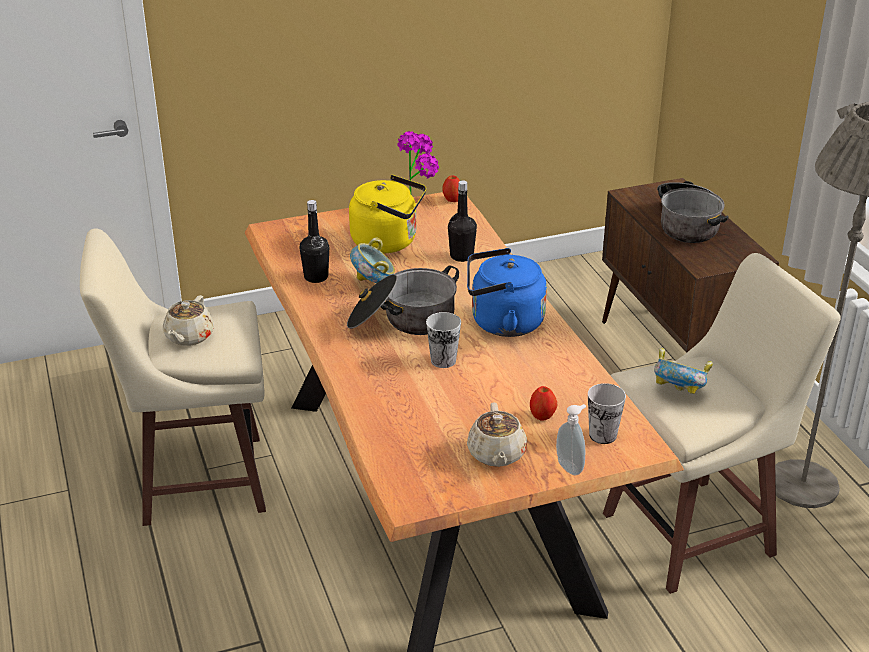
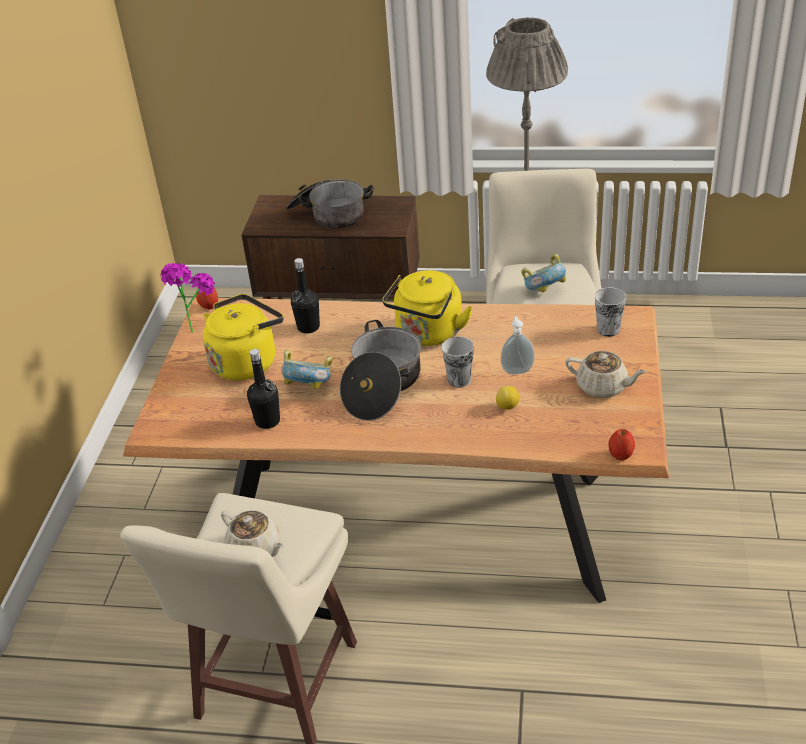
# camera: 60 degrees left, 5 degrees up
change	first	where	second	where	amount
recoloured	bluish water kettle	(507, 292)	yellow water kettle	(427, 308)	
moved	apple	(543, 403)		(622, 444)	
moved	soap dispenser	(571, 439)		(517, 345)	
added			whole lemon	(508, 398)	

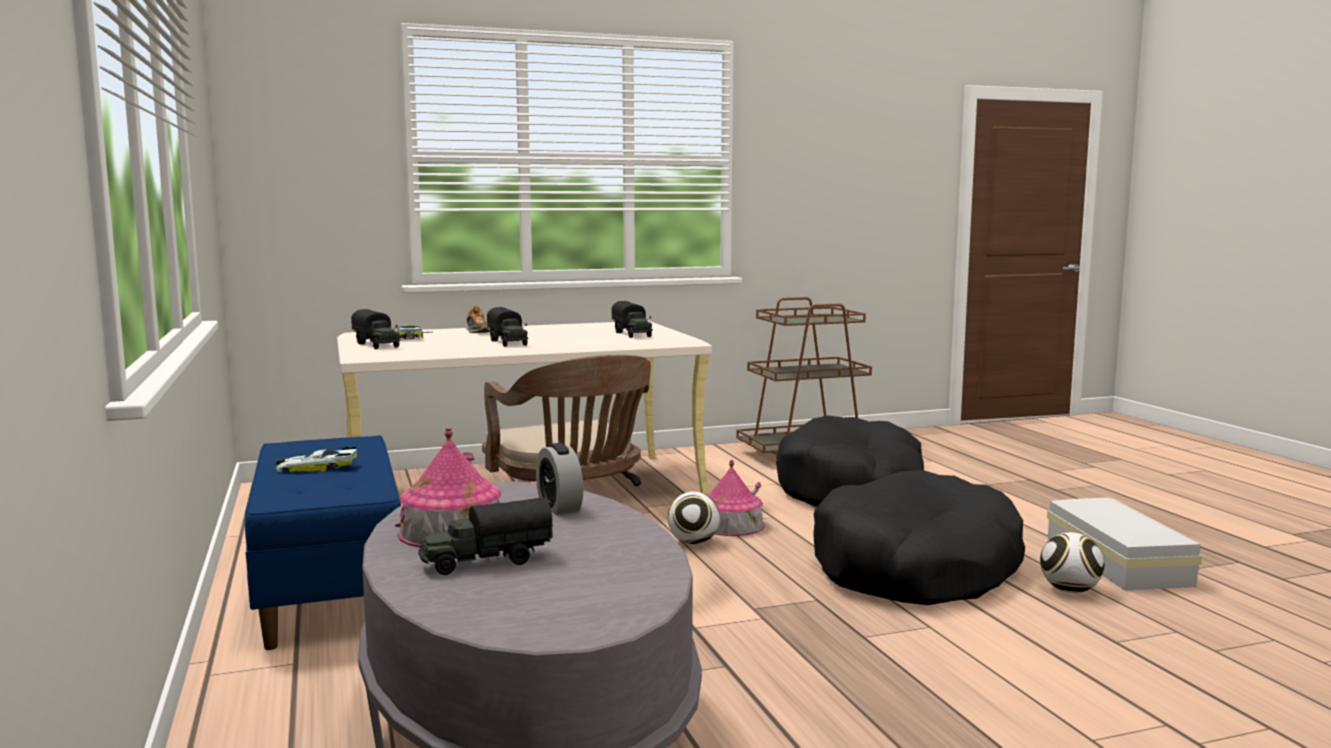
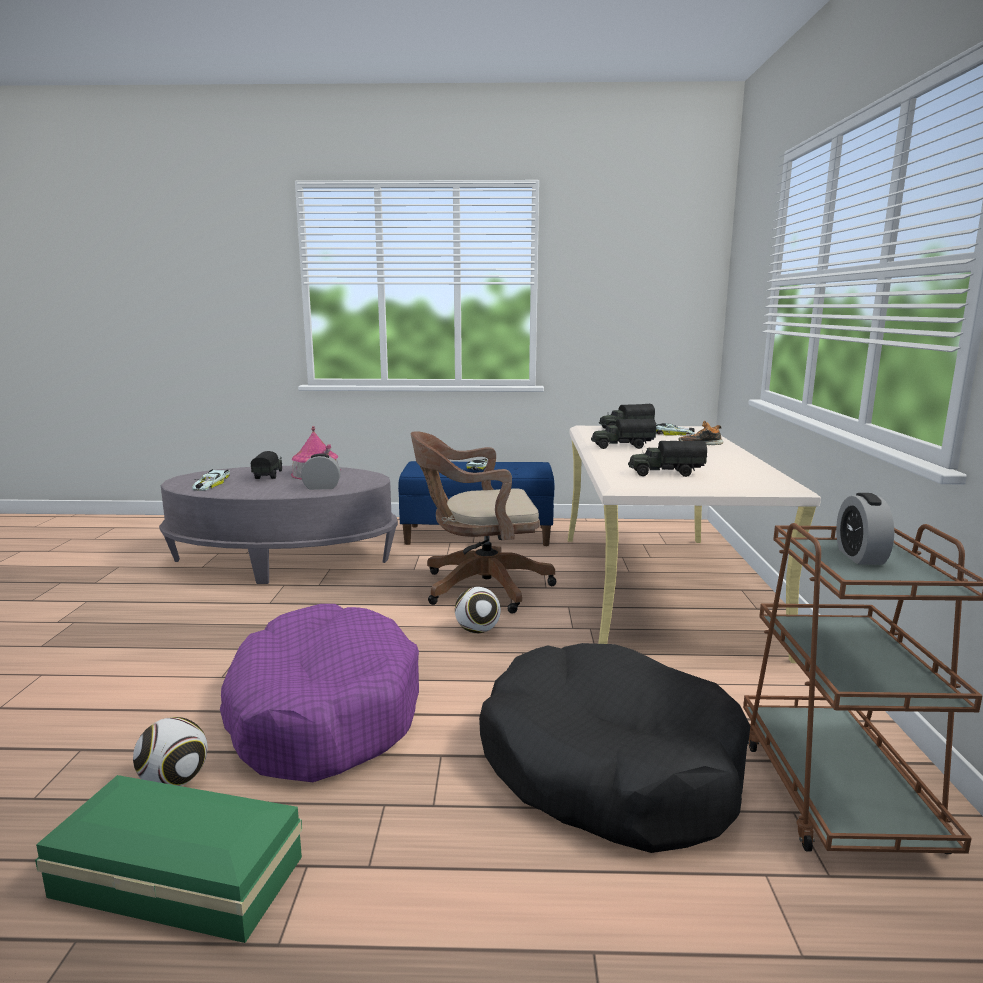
# camera: 110 degrees right, 5 degrees up
change	first	where	second	where	amount
removed	model house	(736, 498)			
recoloured	black-coloured dog bed	(919, 537)	purple dog bed	(319, 693)	
recoloured	whitish storage container	(1124, 544)	greenish storage container	(169, 859)	
added			toy car	(211, 480)	
added			table clock	(865, 529)	

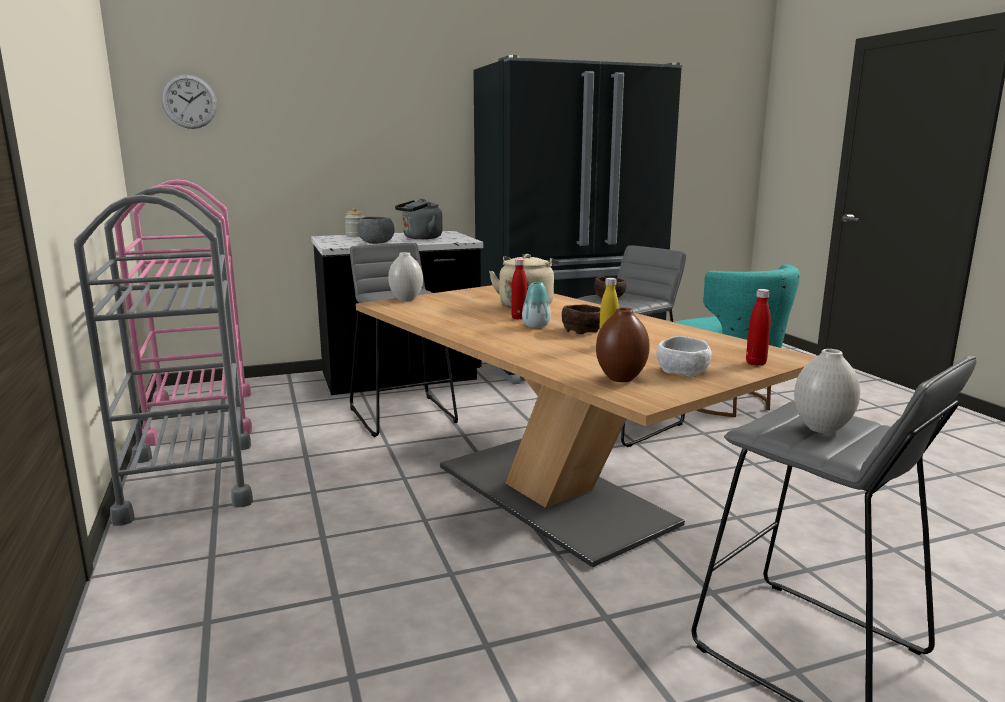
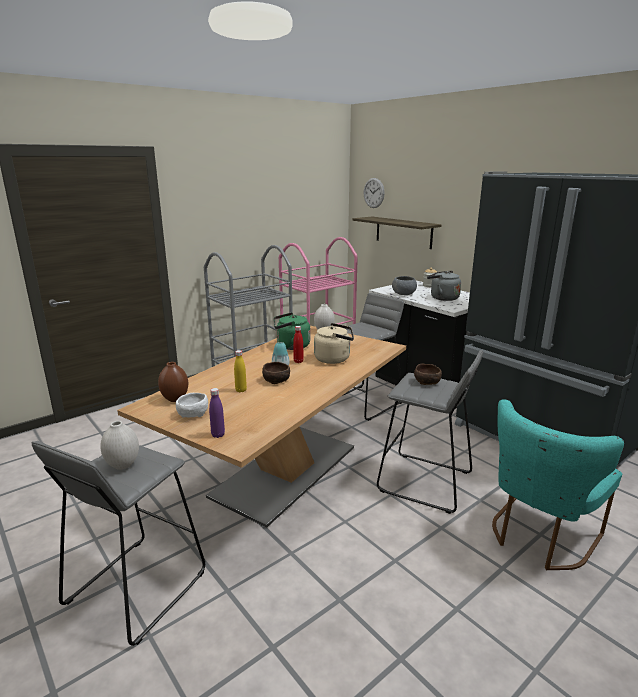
# camera: 70 degrees right, 5 degrees up
change	first	where	second	where	amount
recoloured	reddish beverage bottle	(758, 327)	purple beverage bottle	(217, 413)	
added			greenish water kettle	(292, 331)	
added			bracket shelf	(397, 233)	

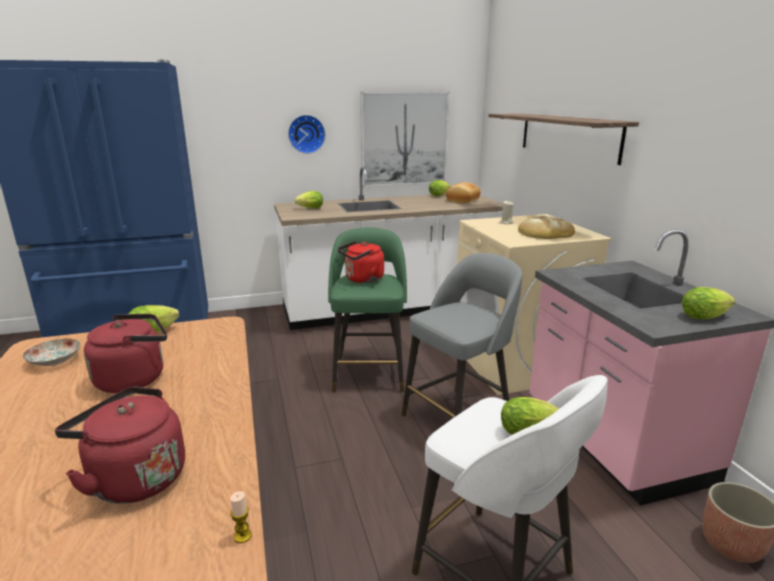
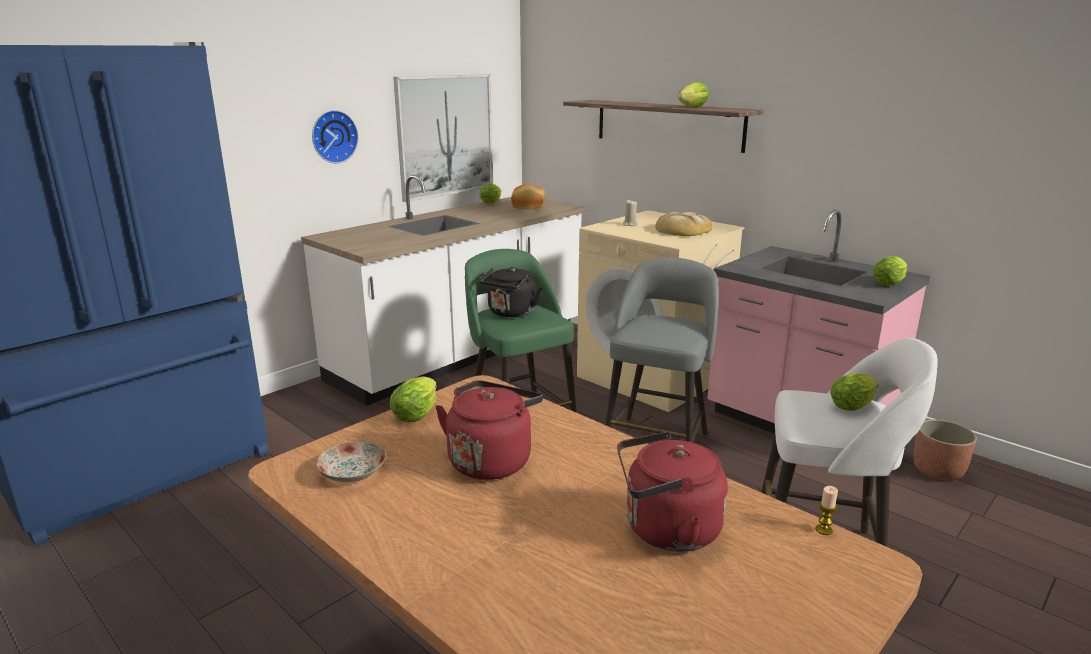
# camera: 30 degrees left, 0 degrees up
change	first	where	second	where	amount
moved	lettuce head	(308, 200)		(693, 94)	
recoloured	reddish water kettle	(361, 262)	black-coloured water kettle	(511, 292)	

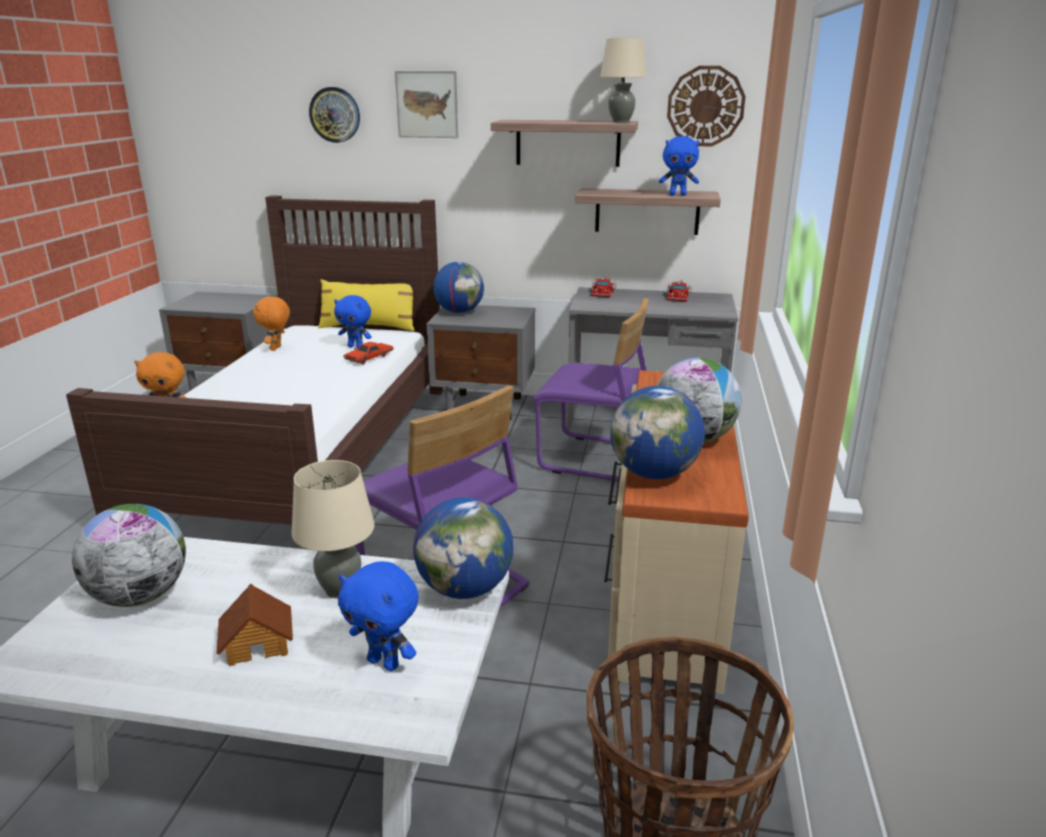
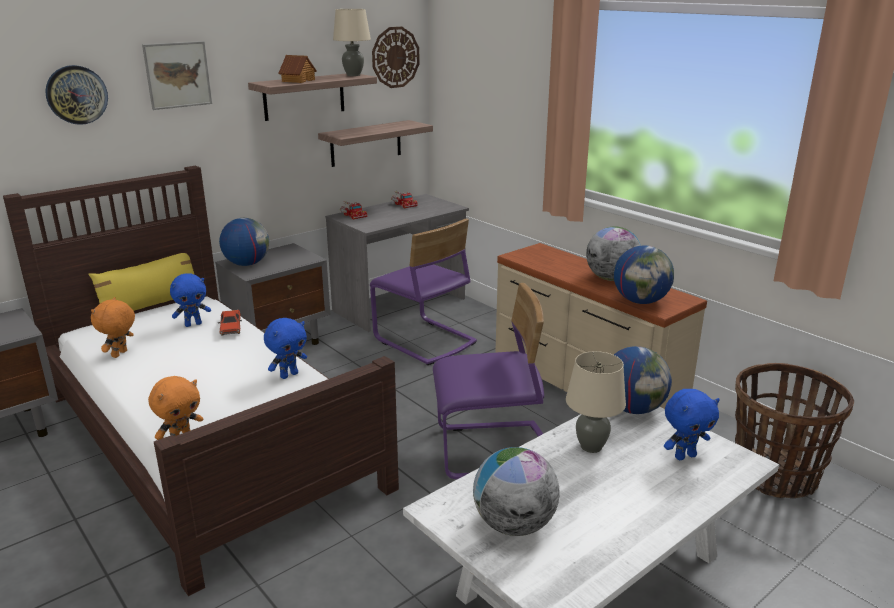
# camera: 50 degrees left, 0 degrees up
change	first	where	second	where	amount
moved	model house	(254, 625)		(297, 69)	
turned	orange-coloured cuddly toy	(271, 323)		(113, 327)	60 degrees clockwise
turned	purple plain chair	(591, 390)		(423, 291)	75 degrees clockwise
moved	bluish cuddly toy	(679, 166)		(285, 348)	

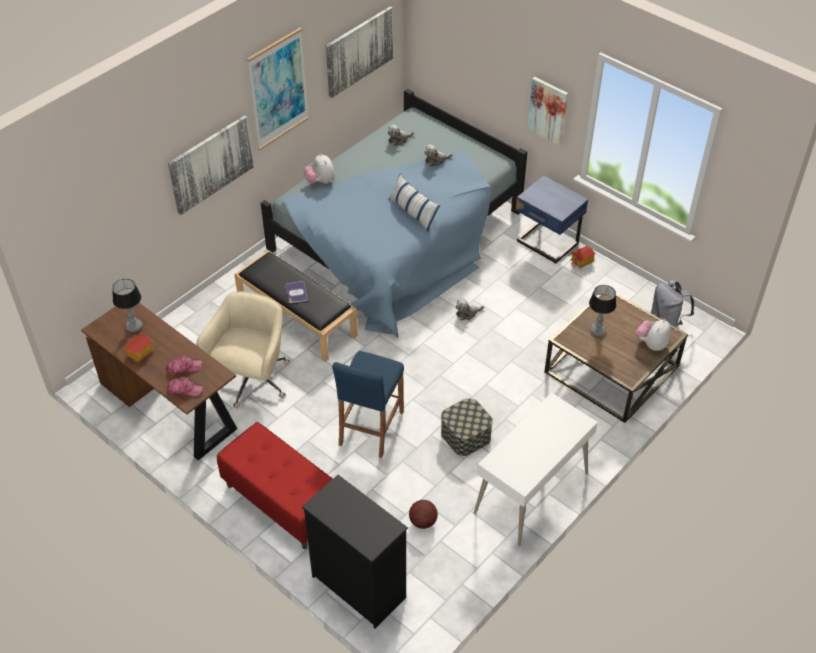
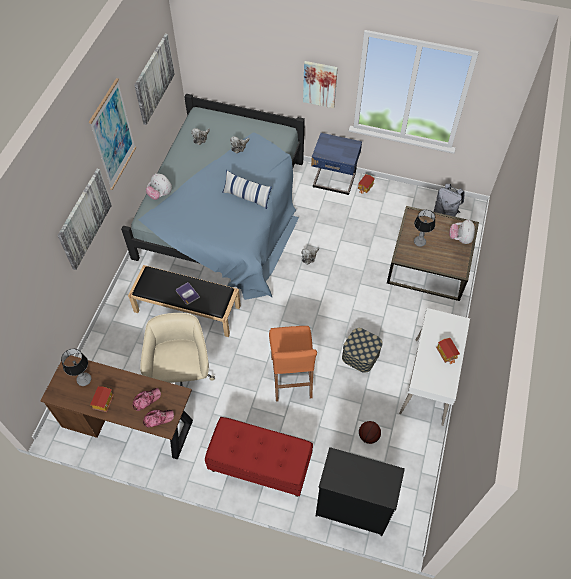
# camera: 25 degrees left, 10 degrees up
change	first	where	second	where	amount
recoloured	bluish stool	(368, 404)	orange-coloured stool	(293, 363)	
added			model house	(448, 351)	

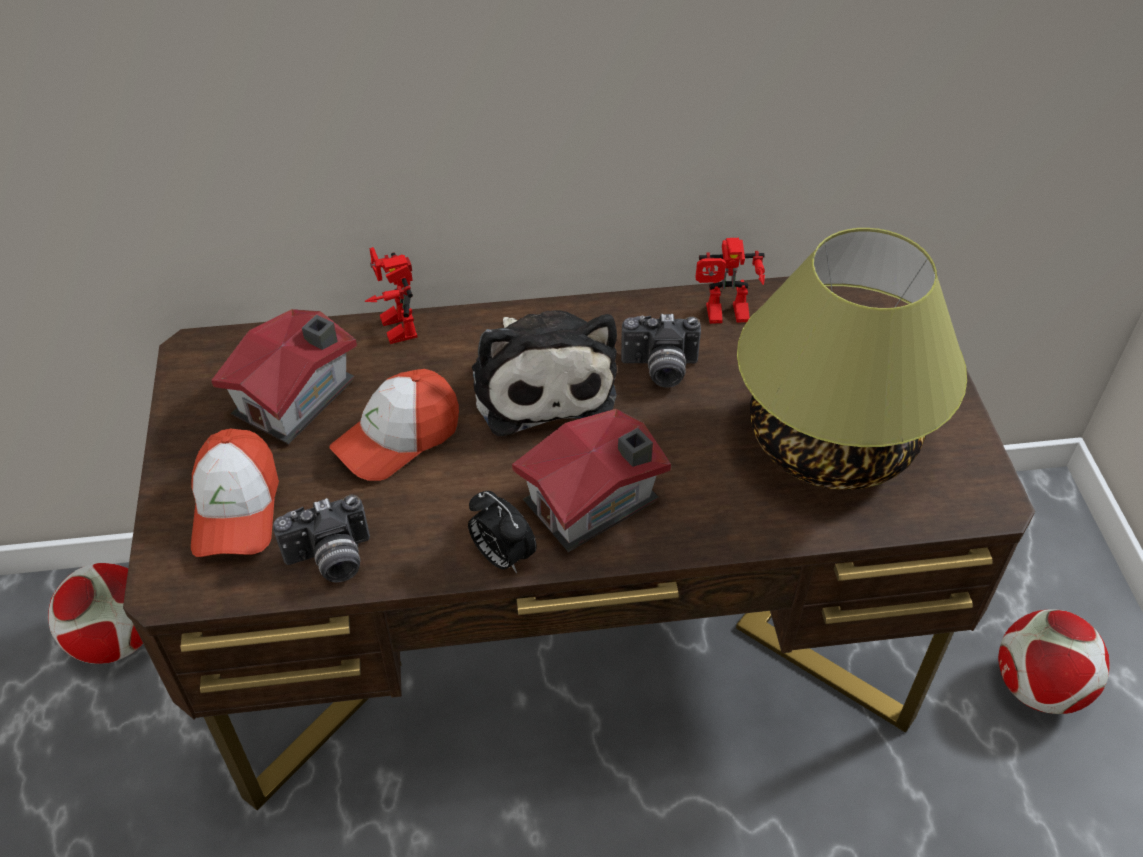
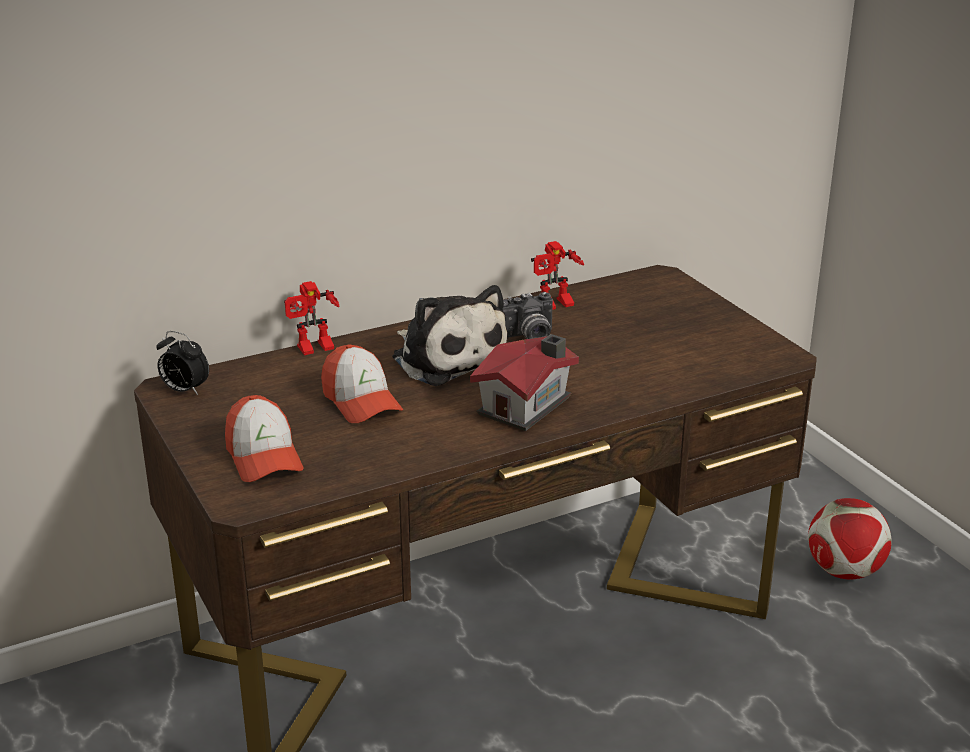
# camera: 20 degrees left, 20 degrees down
change	first	where	second	where	amount
removed	football ball	(95, 613)			
removed	model house	(284, 376)			
removed	still camera	(321, 539)			
turned	peaked cap	(394, 425)		(362, 383)	60 degrees counterclockwise
turned	model robot	(391, 295)		(312, 318)	75 degrees counterclockwise
moved	table clock	(502, 532)		(182, 363)	
removed	lamp for a table	(852, 359)			

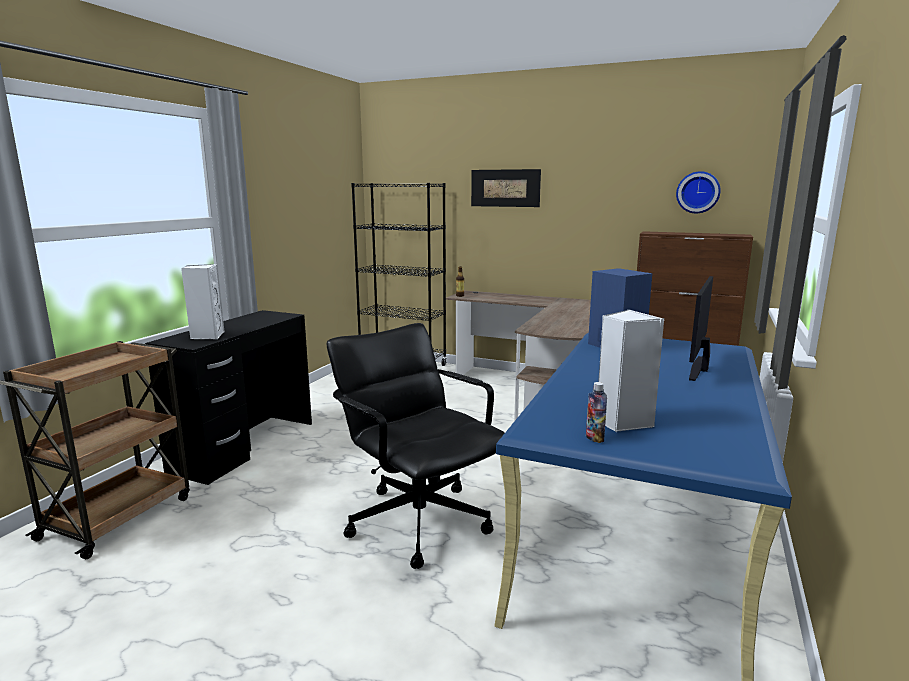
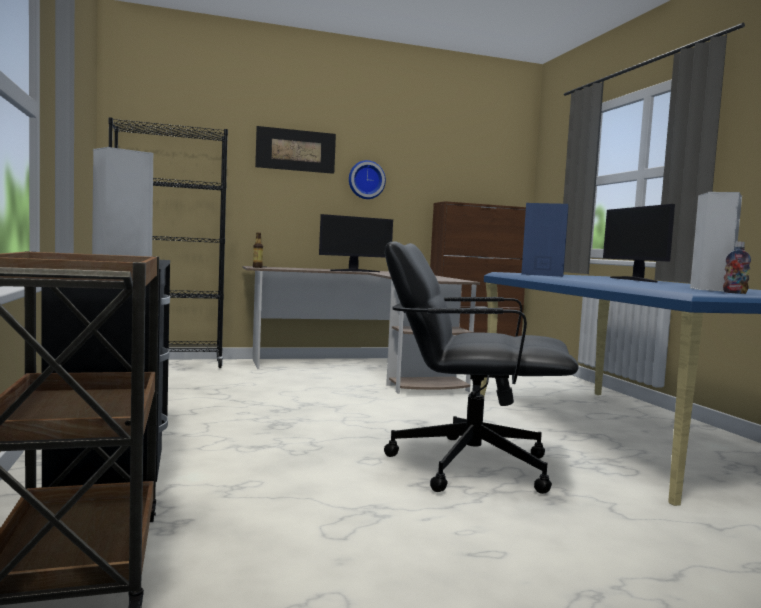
# camera: 40 degrees left, 10 degrees down
change	first	where	second	where	amount
moved	wall clock	(698, 192)		(367, 179)	
added			computer screen	(356, 243)	

